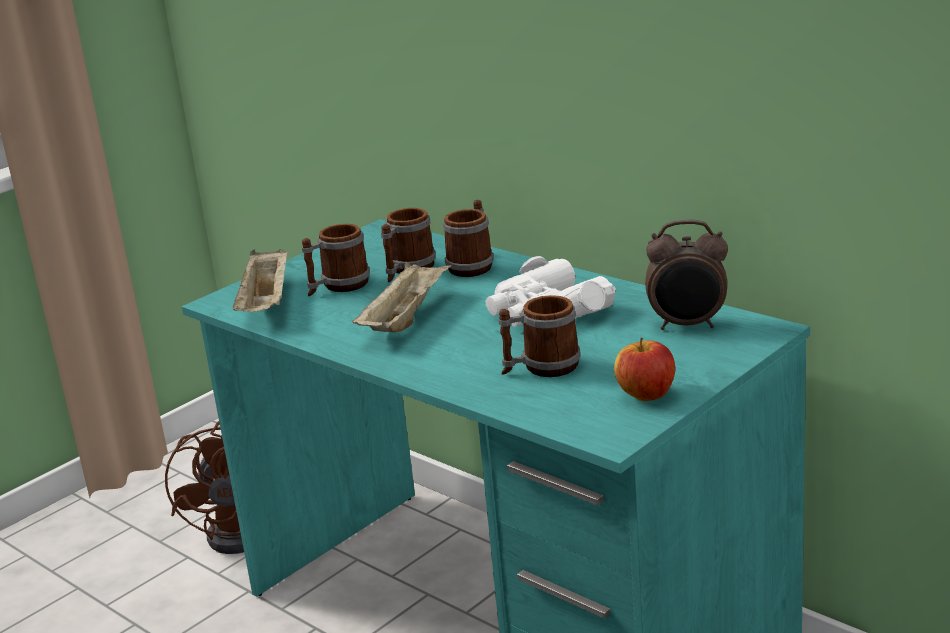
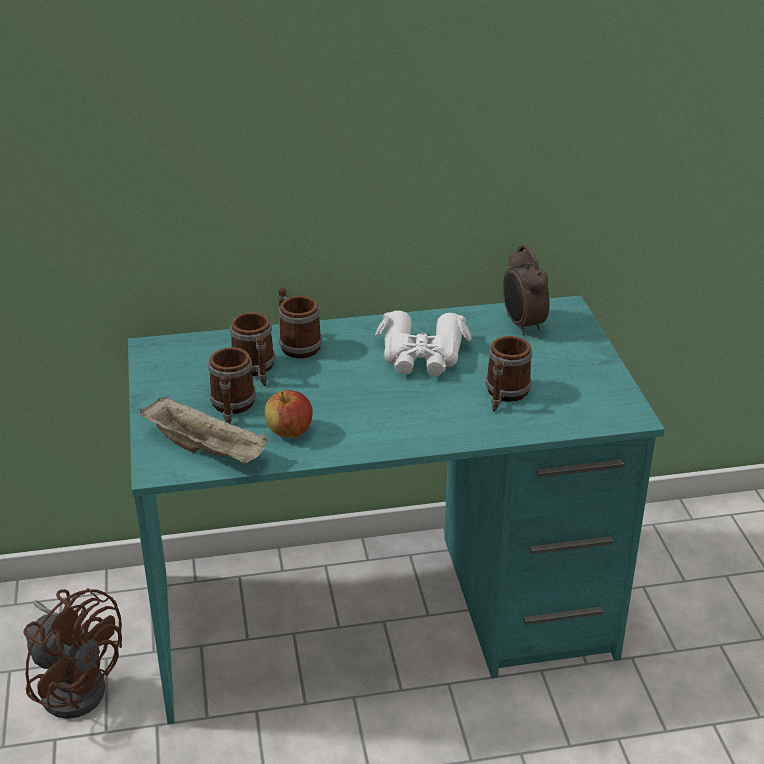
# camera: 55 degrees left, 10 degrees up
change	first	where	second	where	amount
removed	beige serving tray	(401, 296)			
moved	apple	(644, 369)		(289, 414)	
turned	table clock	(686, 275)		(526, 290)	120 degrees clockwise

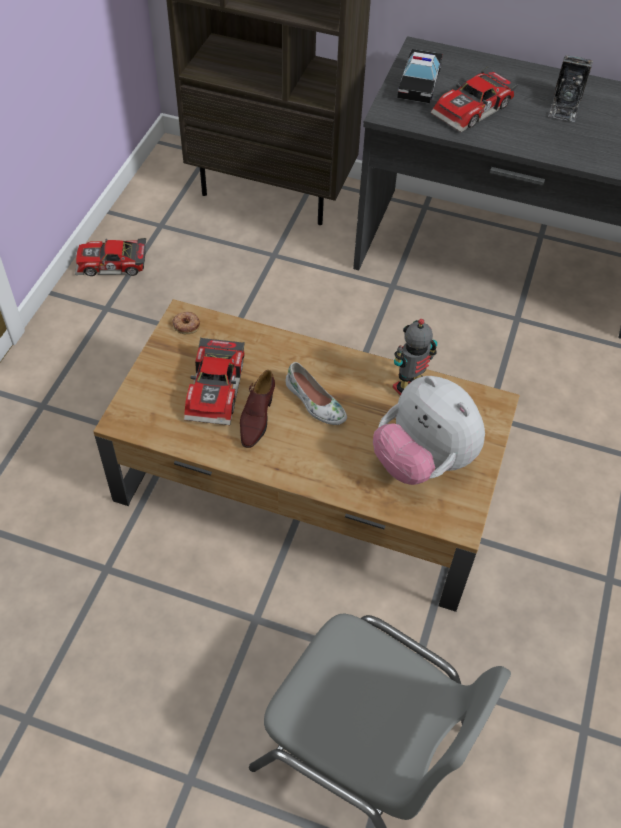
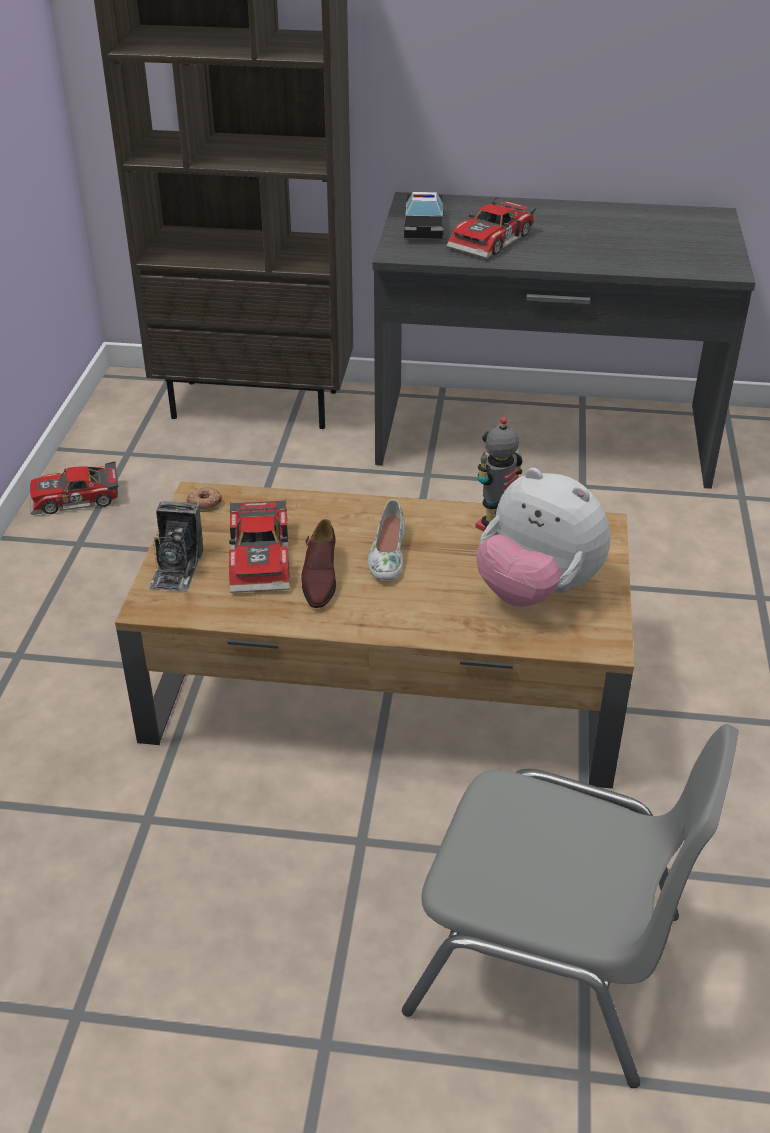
# camera: 10 degrees left, 15 degrees down
change	first	where	second	where	amount
turned	whitish item of footwear	(316, 393)		(386, 539)	60 degrees clockwise
moved	still camera	(570, 88)		(176, 546)	

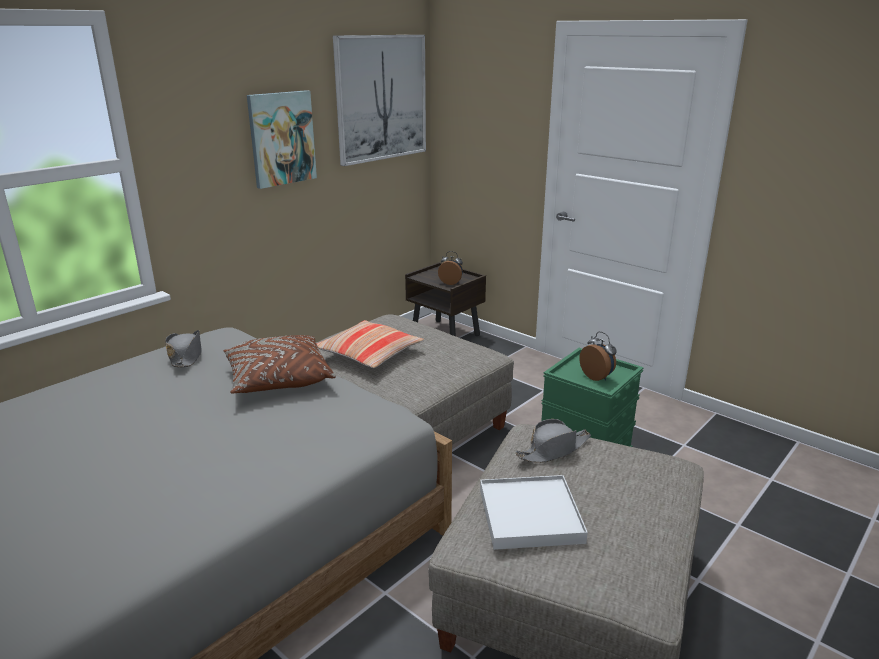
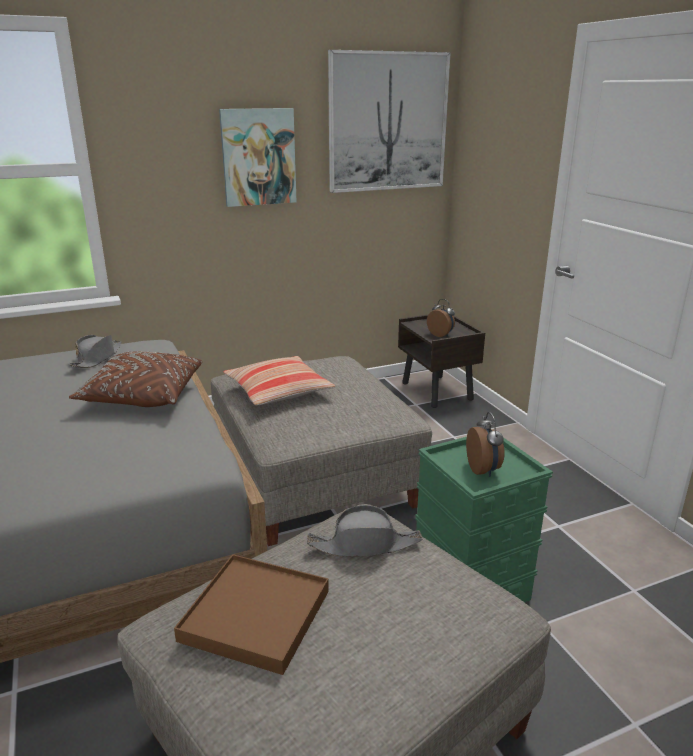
# camera: 25 degrees right, 0 degrees up
change	first	where	second	where	amount
recoloured	whitish serving tray	(534, 512)	brownish serving tray	(251, 614)	

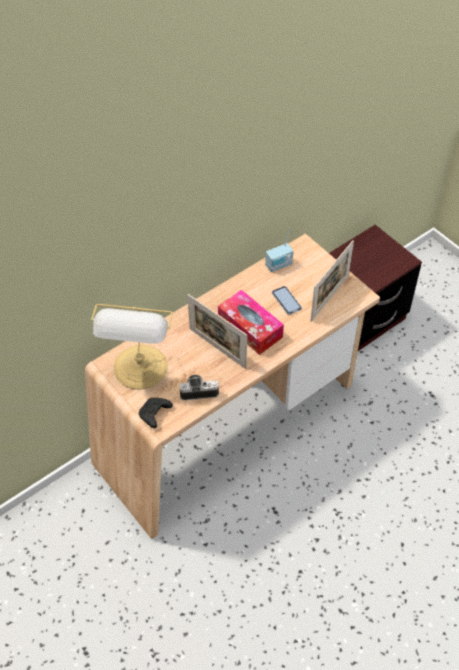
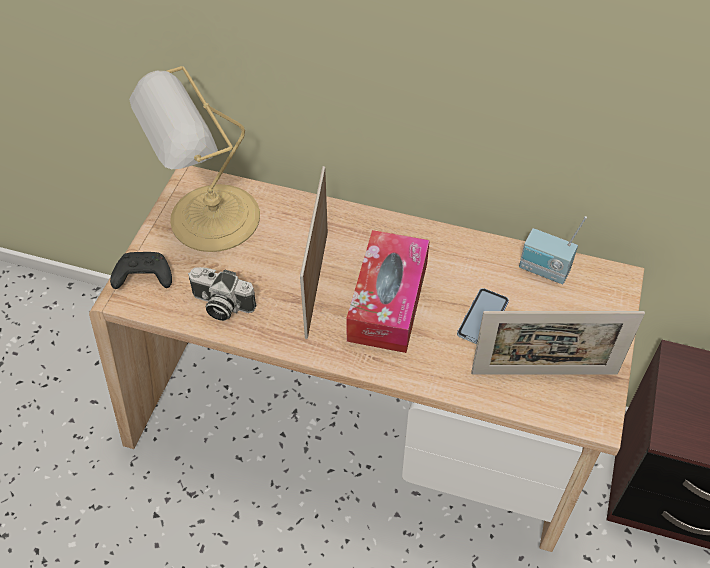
# camera: 55 degrees right, 0 degrees up
change	first	where	second	where	amount
turned	still camera	(199, 387)		(222, 294)	150 degrees clockwise

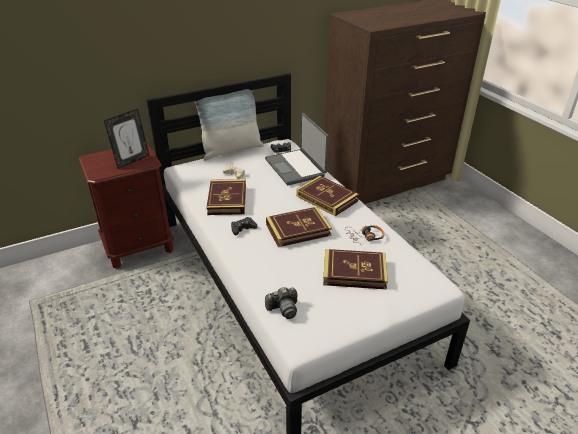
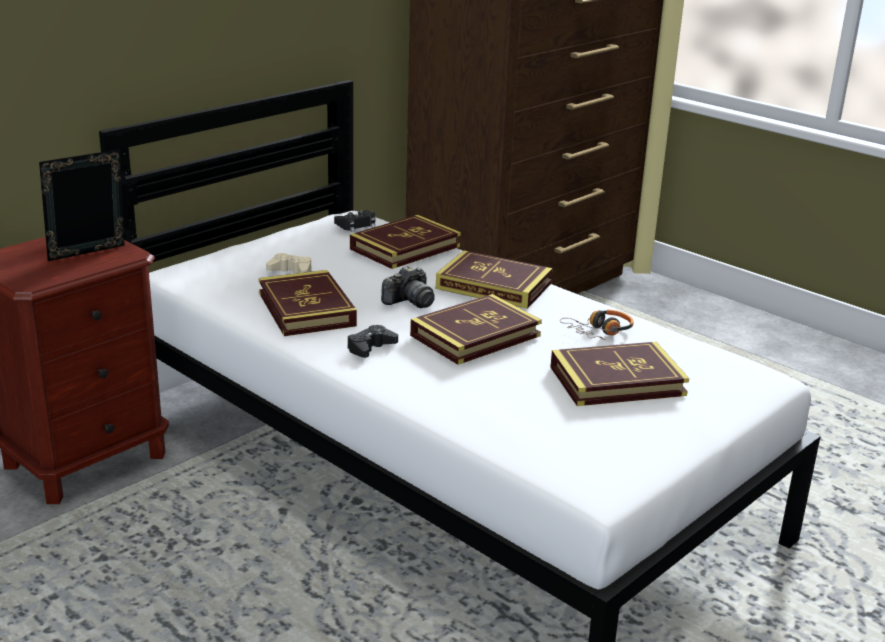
# camera: 20 degrees left, 10 degrees down
change	first	where	second	where	amount
turned	standing frame	(127, 139)		(82, 205)	150 degrees counterclockwise
removed	pillow	(229, 125)			
replaced	notebook computer	(297, 149)	book	(405, 242)	
moved	still camera	(281, 303)		(408, 287)	

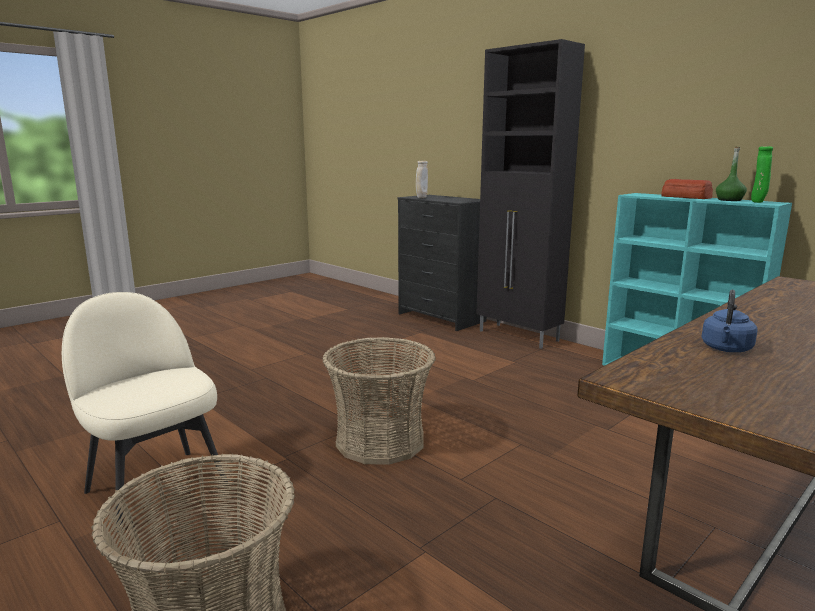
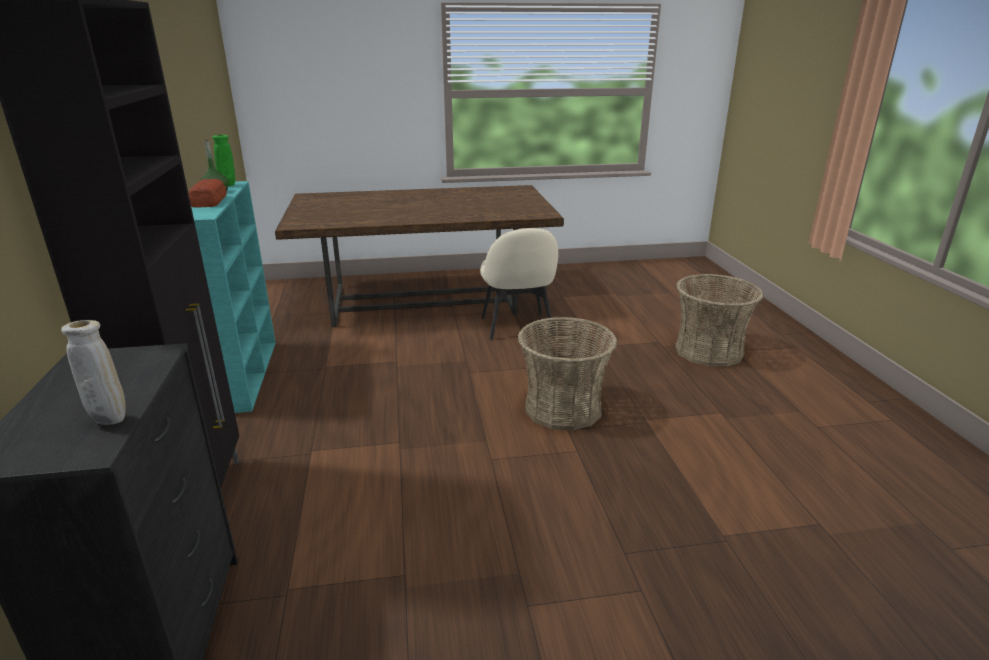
# camera: 145 degrees left, 10 degrees up
change	first	where	second	where	amount
moved	beige plain chair	(145, 410)		(519, 284)	
removed	bluish water kettle	(730, 321)			

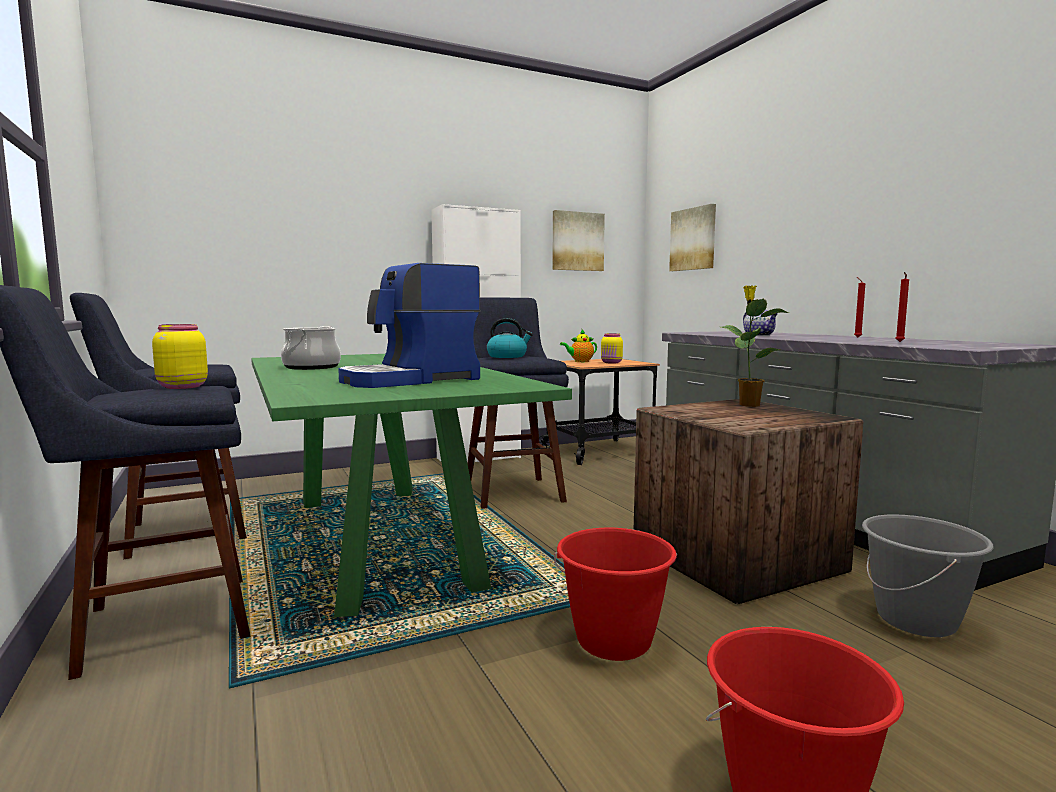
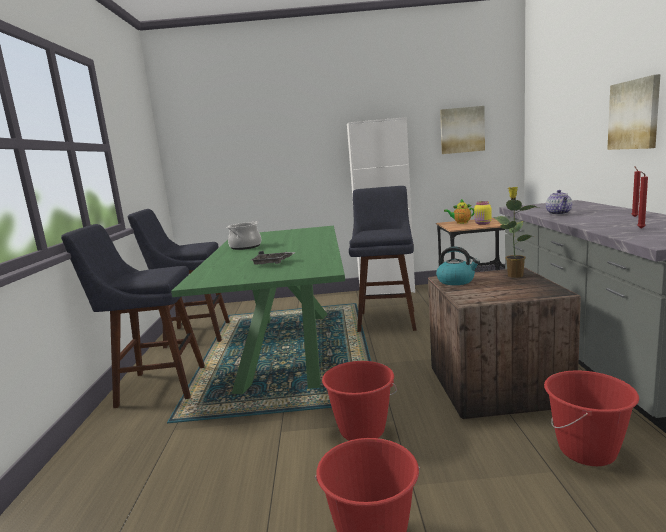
# camera: 25 degrees right, 5 degrees up
change	first	where	second	where	amount
removed	yellow preserve jar	(180, 356)			
replaced	coffee brewer	(409, 325)	gray serving tray	(273, 258)	
moved	water kettle	(510, 338)		(458, 266)	
moved	wall picture	(692, 237)		(633, 112)	
recoloured	gray bucket	(927, 575)	reddish bucket	(591, 418)	

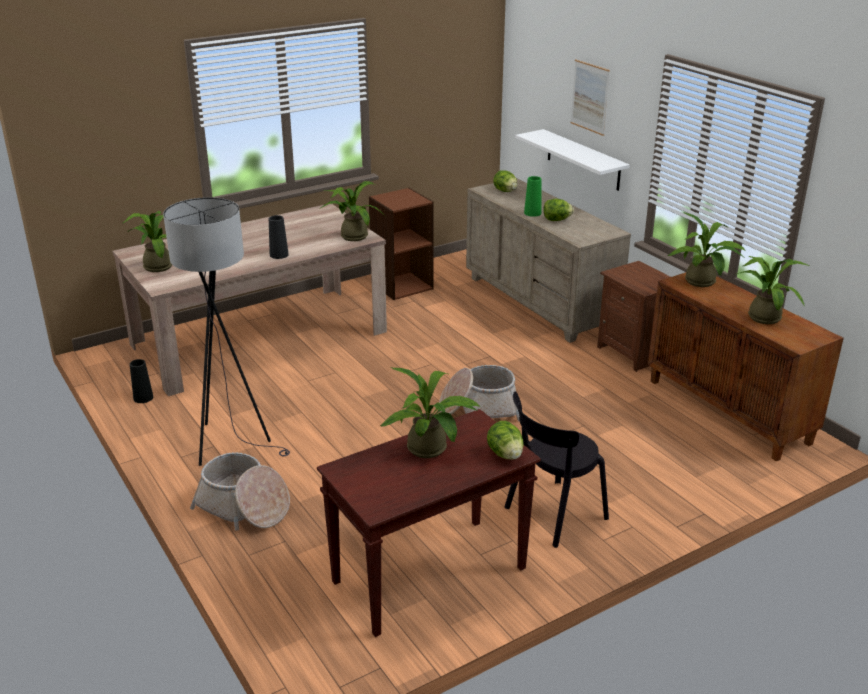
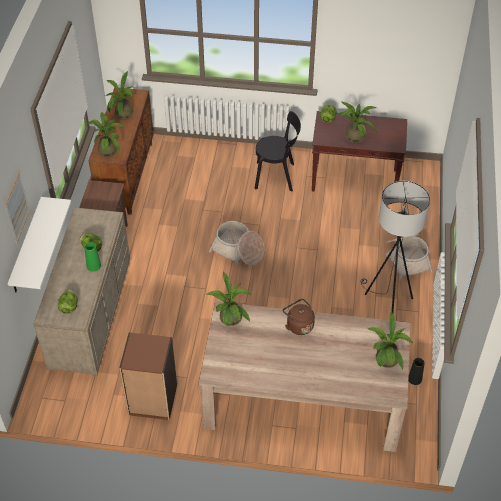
# camera: 140 degrees left, 20 degrees up
change	first	where	second	where	amount
replaced	black-coloured vase	(279, 237)	brownish water kettle	(299, 317)	

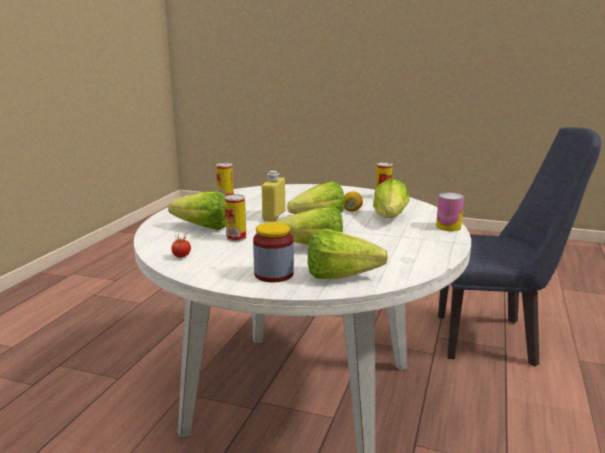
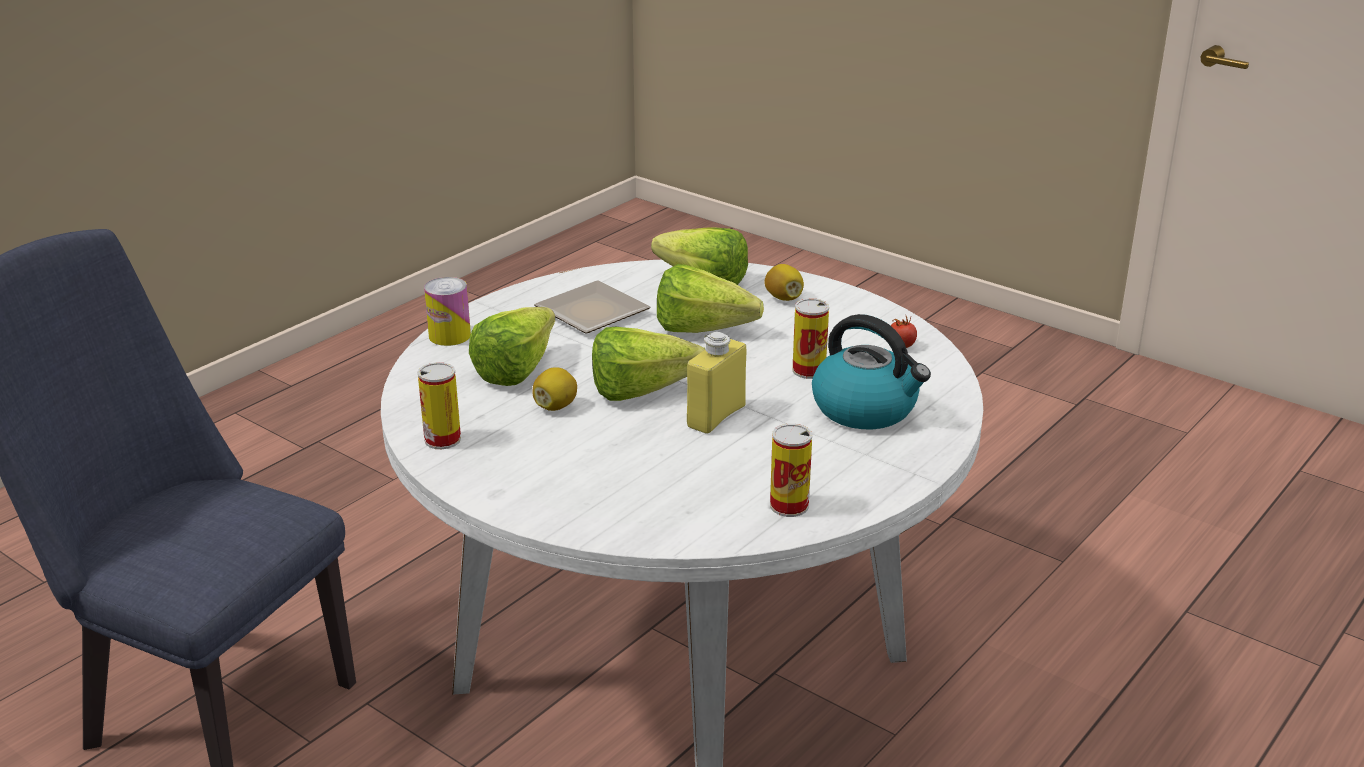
# camera: 160 degrees left, 10 degrees up
change	first	where	second	where	amount
replaced	lettuce head	(197, 210)	water kettle	(871, 371)	
replaced	preserve jar	(273, 252)	whole lemon	(784, 282)	
added			plate	(592, 306)	

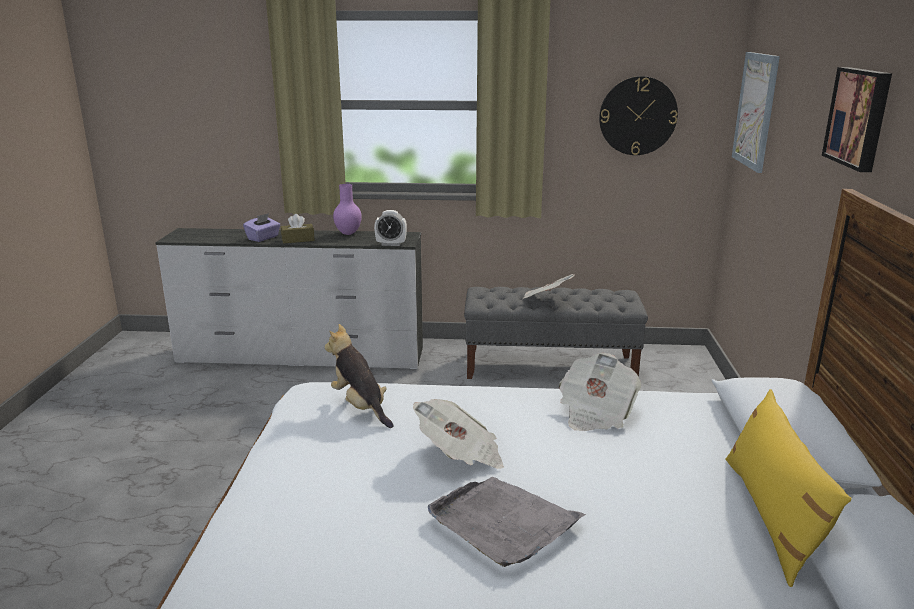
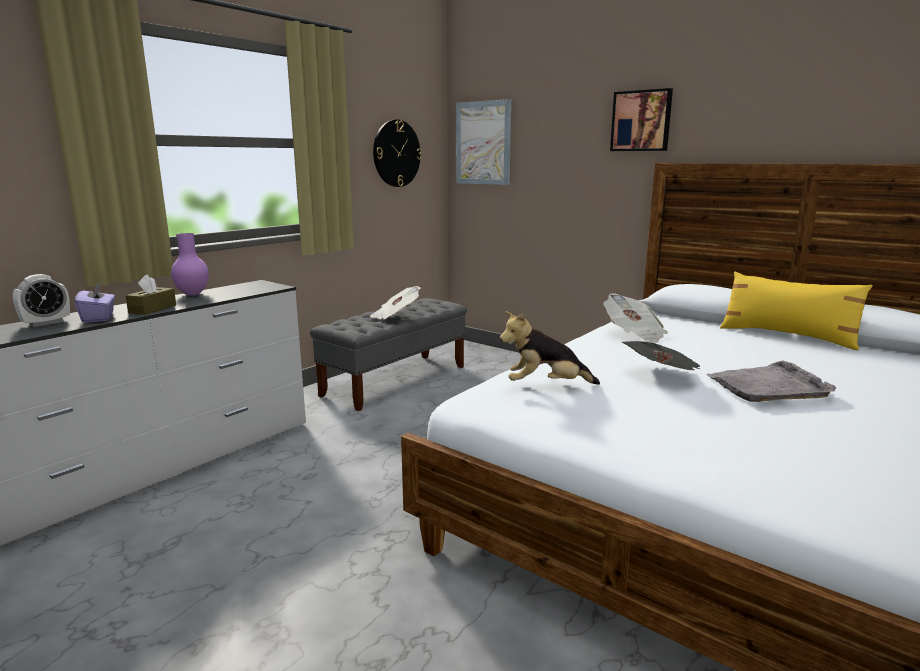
# camera: 55 degrees left, 5 degrees down
change	first	where	second	where	amount
moved	table clock	(390, 228)		(41, 300)	

